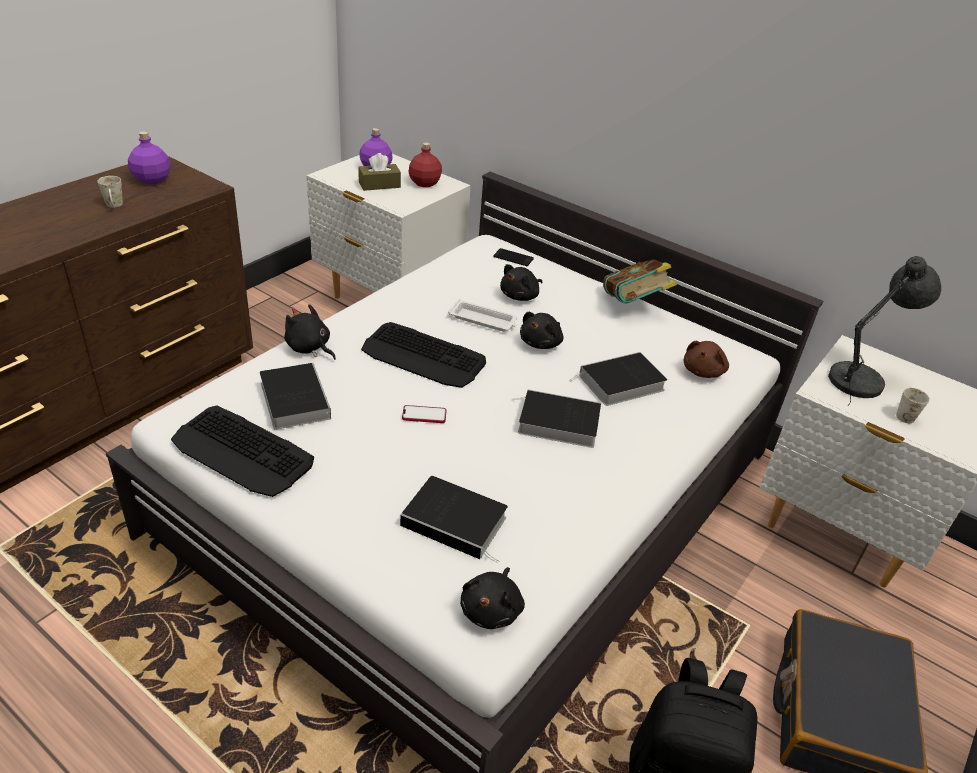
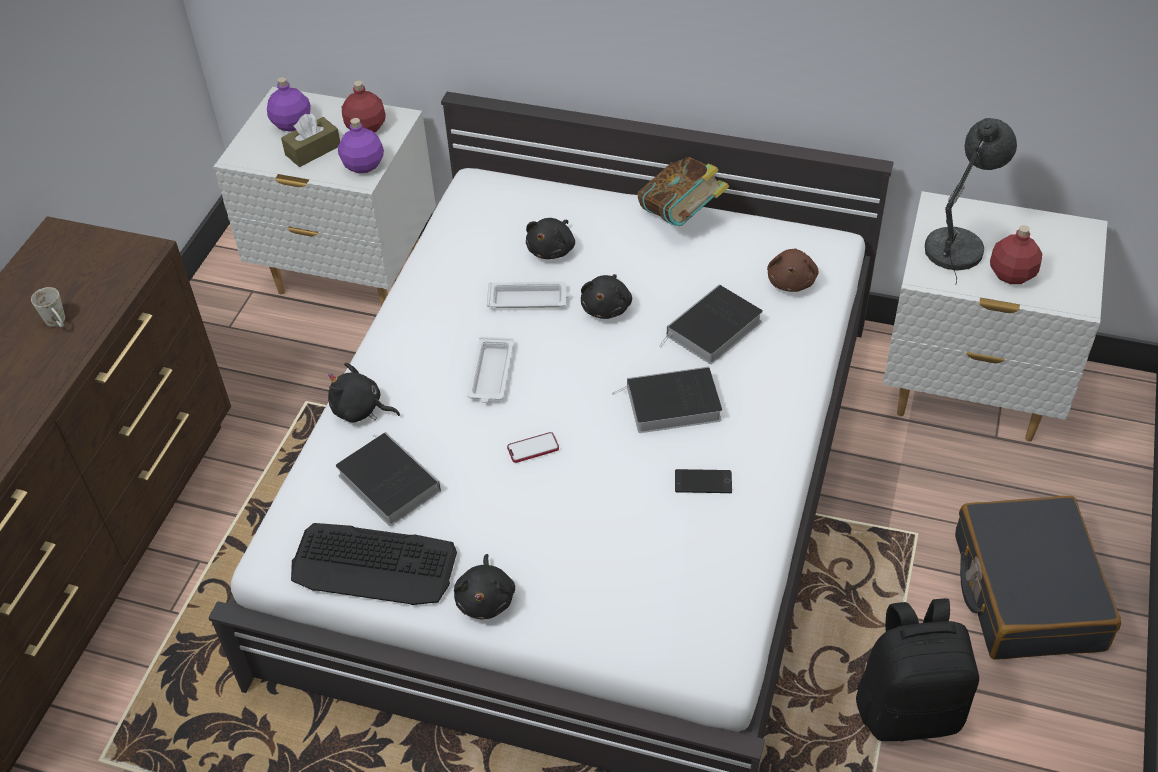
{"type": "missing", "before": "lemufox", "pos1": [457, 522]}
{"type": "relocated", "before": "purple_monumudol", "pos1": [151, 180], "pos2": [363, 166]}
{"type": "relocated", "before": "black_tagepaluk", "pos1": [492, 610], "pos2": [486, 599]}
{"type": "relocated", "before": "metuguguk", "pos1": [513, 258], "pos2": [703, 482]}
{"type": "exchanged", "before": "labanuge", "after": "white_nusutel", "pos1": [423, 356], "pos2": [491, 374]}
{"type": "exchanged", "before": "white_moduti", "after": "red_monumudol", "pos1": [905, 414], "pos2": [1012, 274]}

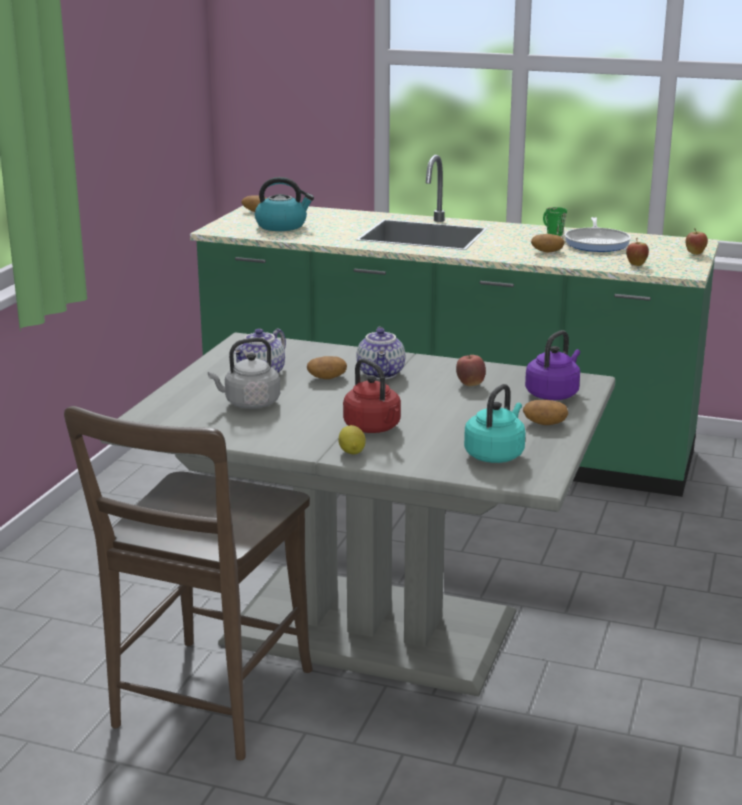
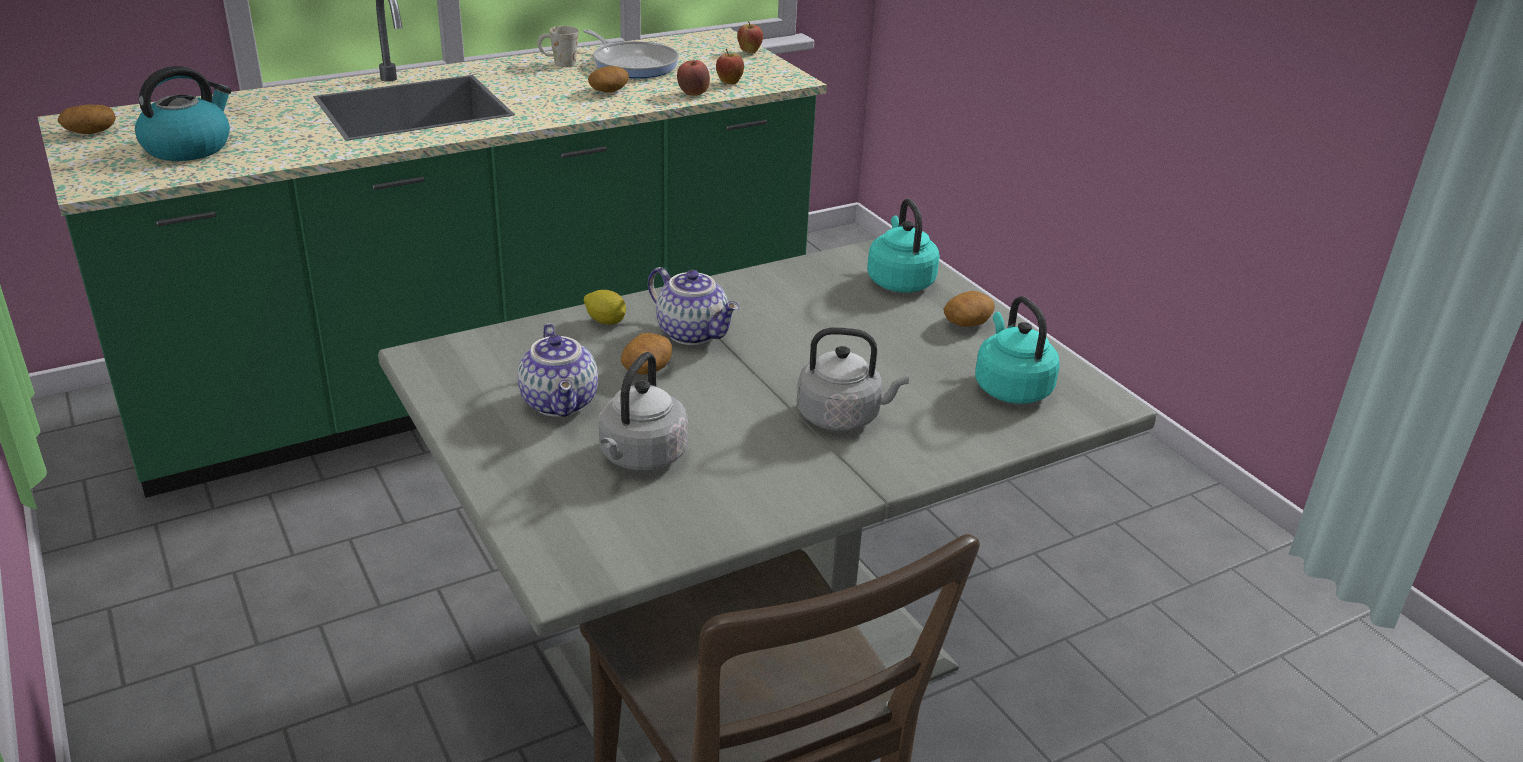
{"type": "relocated", "before": "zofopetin", "pos1": [352, 452], "pos2": [606, 321]}
{"type": "relocated", "before": "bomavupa", "pos1": [470, 384], "pos2": [693, 94]}
{"type": "colour", "before": "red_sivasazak", "after": "grey_sivasazak", "pos1": [374, 428], "pos2": [843, 417]}
{"type": "colour", "before": "purple_sivasazak", "after": "turquoise_sivasazak", "pos1": [553, 394], "pos2": [899, 281]}
{"type": "colour", "before": "green_moduti", "after": "white_moduti", "pos1": [551, 233], "pos2": [558, 63]}

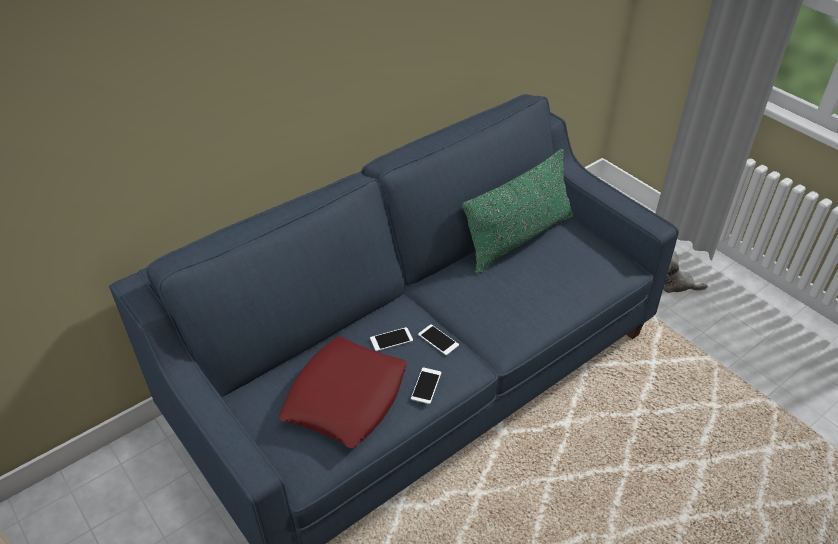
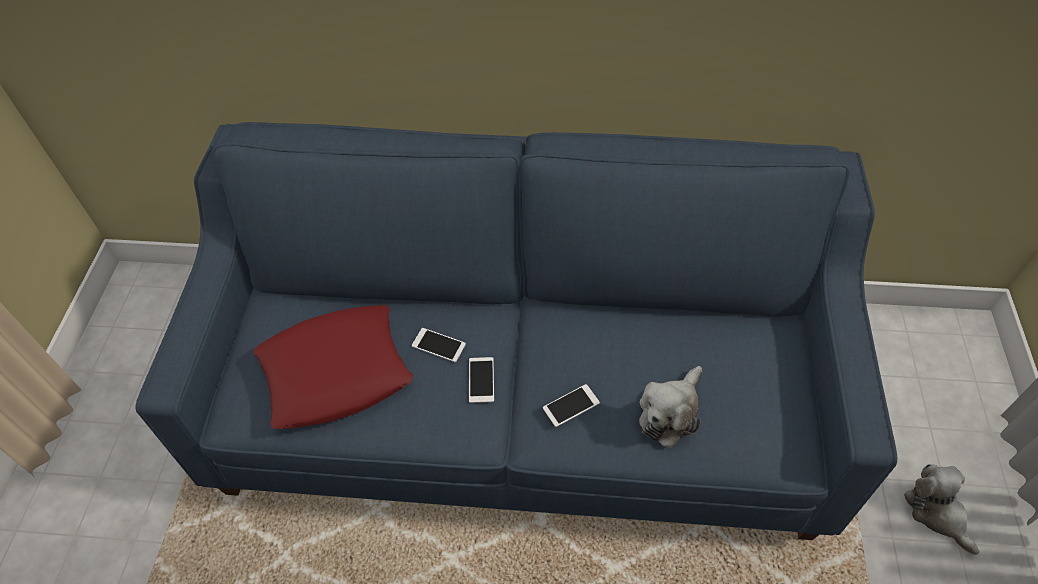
{"type": "missing", "before": "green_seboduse", "pos1": [519, 239]}
{"type": "appeared", "after": "tagepaluk", "pos2": [670, 412]}
{"type": "relocated", "before": "metuguguk", "pos1": [426, 385], "pos2": [571, 405]}

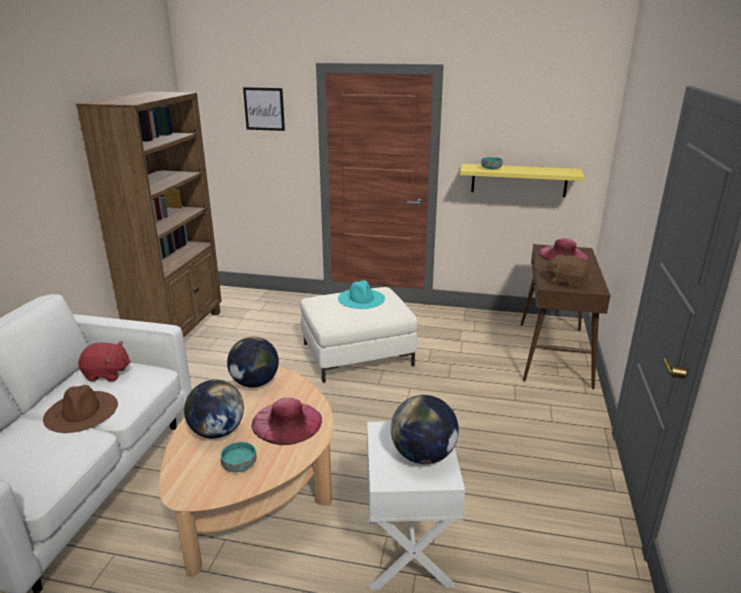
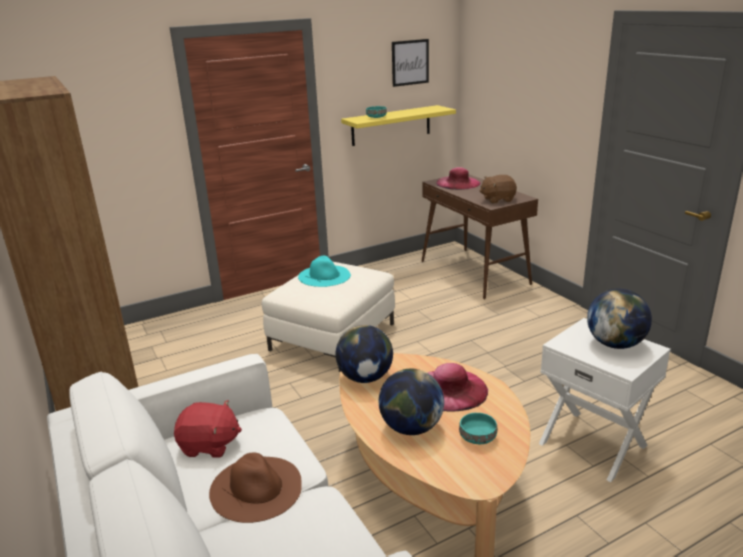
{"type": "relocated", "before": "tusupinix", "pos1": [264, 109], "pos2": [410, 62]}
{"type": "spun", "before": "red_tagepaluk", "pos1": [107, 374], "pos2": [209, 445], "turn": 45}

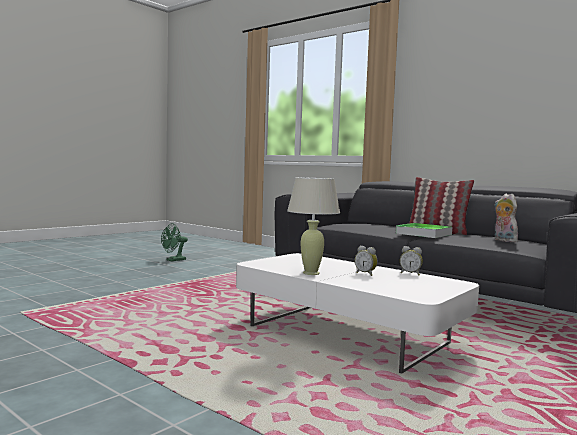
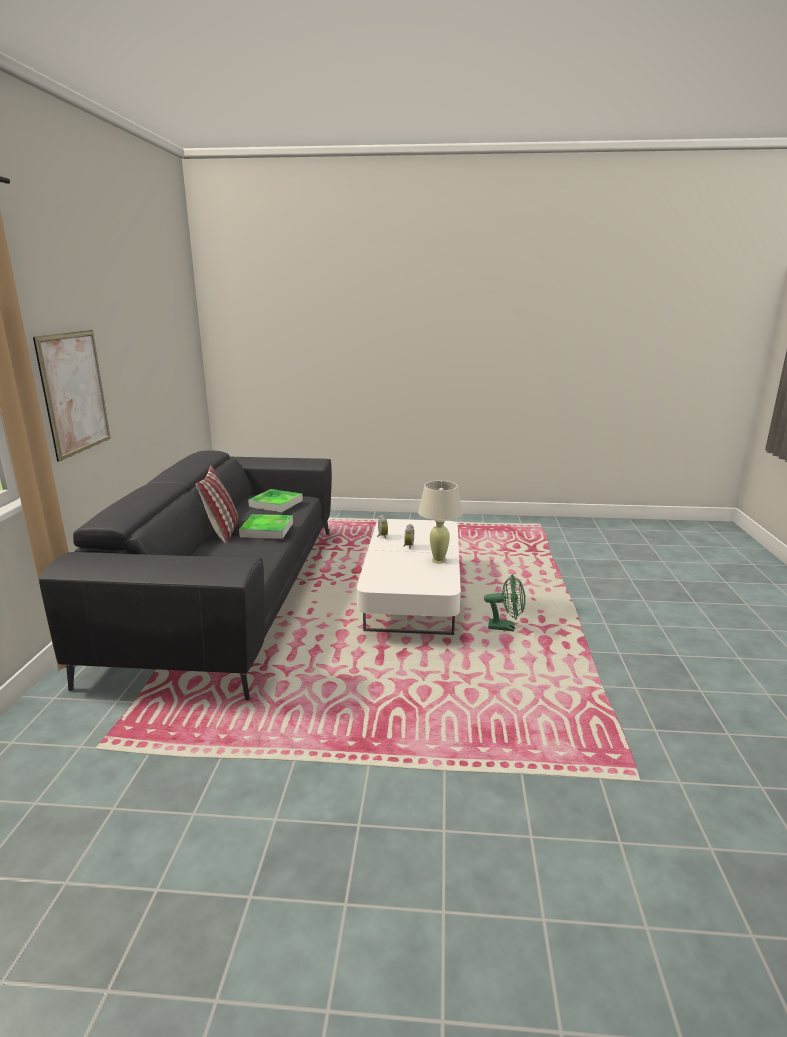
{"type": "appeared", "after": "tusupinix", "pos2": [74, 393]}
{"type": "relocated", "before": "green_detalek", "pos1": [173, 260], "pos2": [506, 627]}
{"type": "exchanged", "before": "tagepaluk", "after": "nusutel", "pos1": [503, 240], "pos2": [276, 503]}

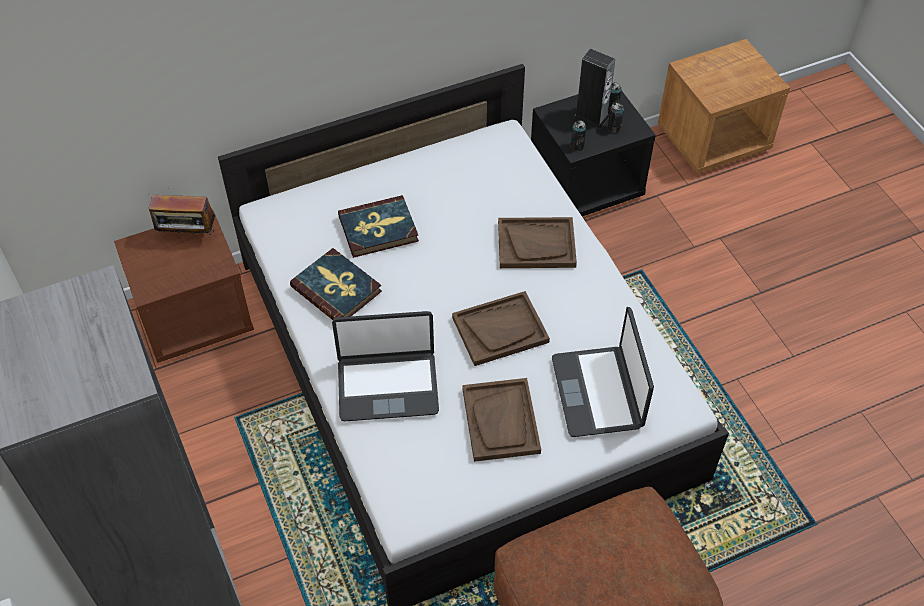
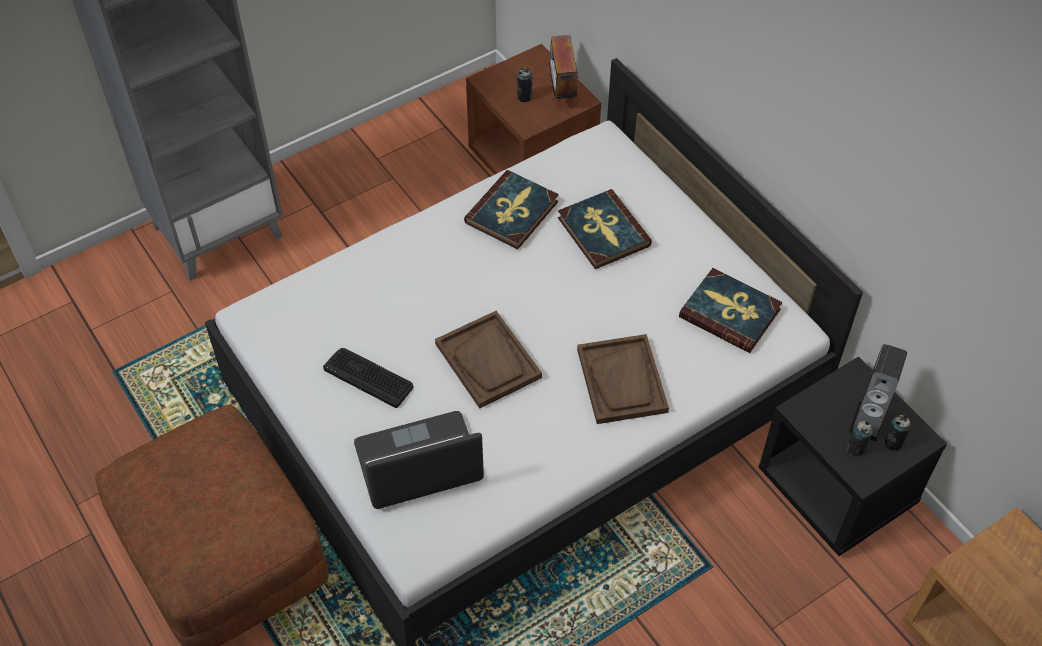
{"type": "missing", "before": "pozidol", "pos1": [387, 386]}
{"type": "appeared", "after": "lemufox", "pos2": [730, 313]}
{"type": "relocated", "before": "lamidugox", "pos1": [577, 146], "pos2": [524, 97]}
{"type": "exchanged", "before": "brown_nusutel", "after": "labanuge", "pos1": [501, 421], "pos2": [368, 377]}

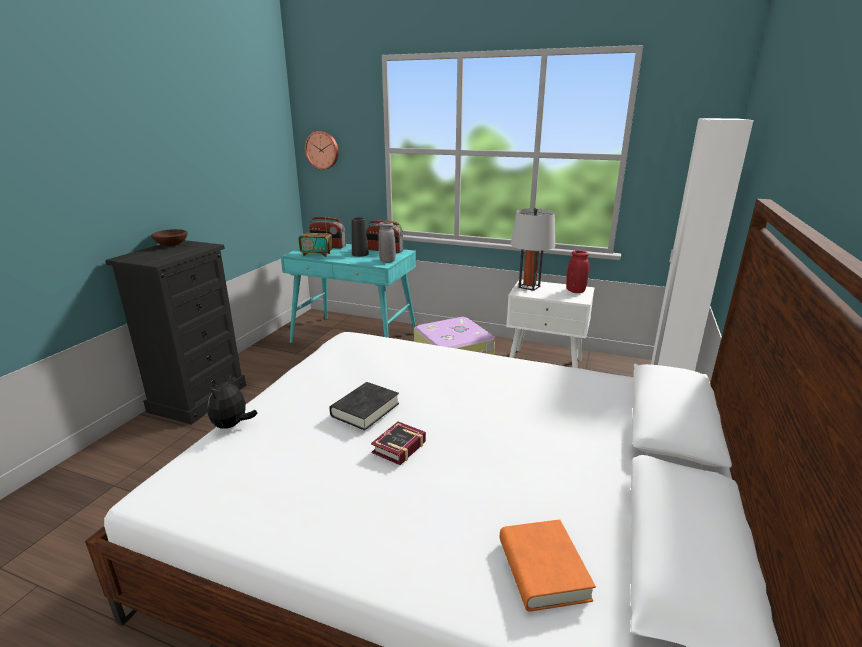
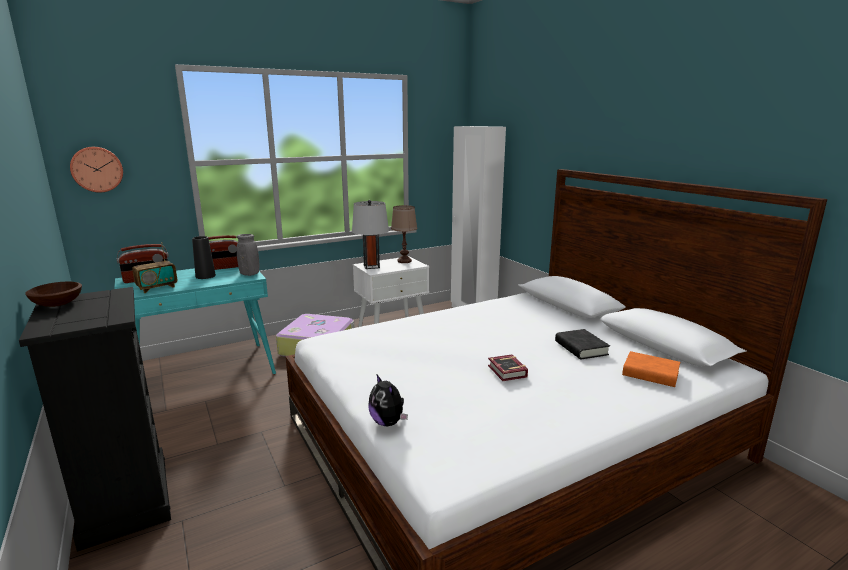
{"type": "relocated", "before": "black_lemufox", "pos1": [365, 410], "pos2": [581, 348]}
{"type": "exchanged", "before": "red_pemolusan", "after": "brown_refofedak", "pos1": [575, 291], "pos2": [404, 261]}

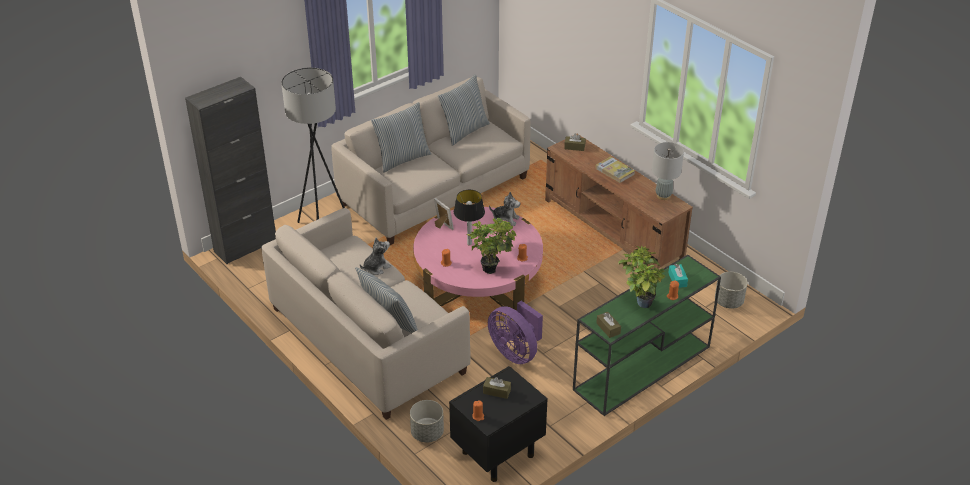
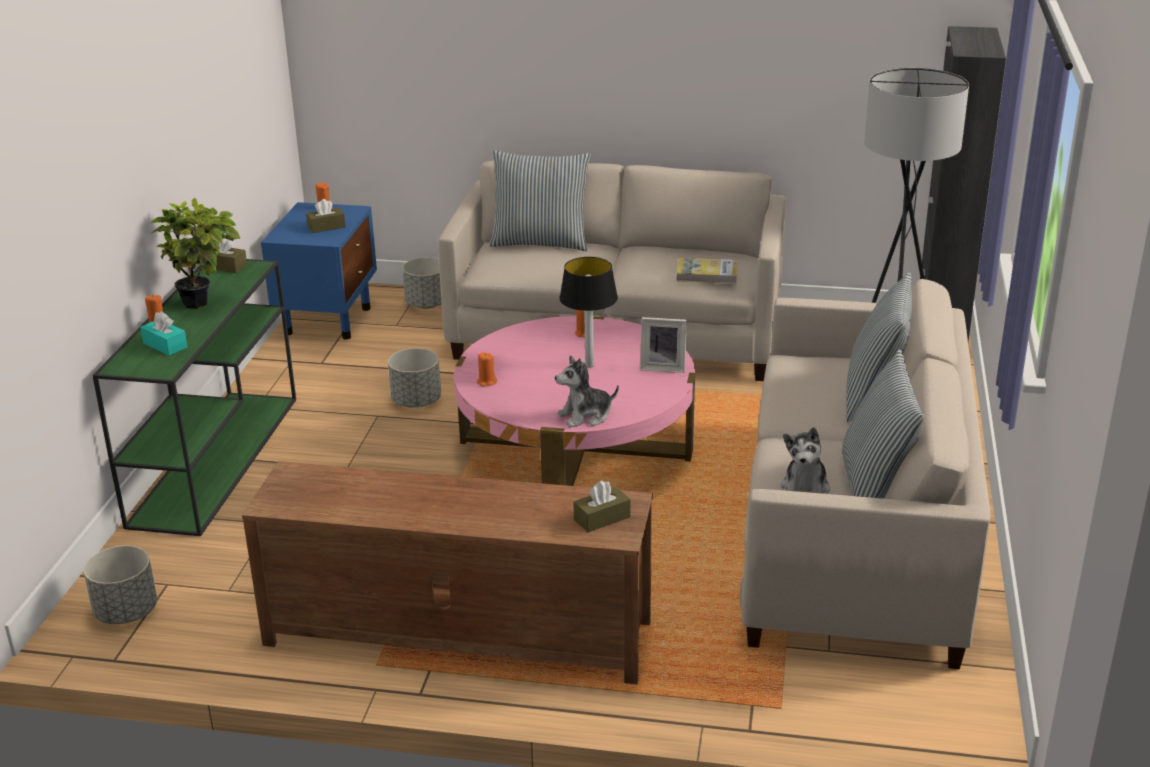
{"type": "missing", "before": "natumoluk", "pos1": [492, 268]}
{"type": "missing", "before": "grey_refofedak", "pos1": [663, 195]}
{"type": "relocated", "before": "tagepaluk", "pos1": [376, 268], "pos2": [805, 489]}
{"type": "relocated", "before": "lemufox", "pos1": [614, 171], "pos2": [707, 274]}
{"type": "exchanged", "before": "purple_detalek", "after": "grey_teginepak", "pos1": [515, 352], "pos2": [416, 401]}
{"type": "colour", "before": "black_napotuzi", "after": "blue_napotuzi", "pos1": [497, 454], "pos2": [328, 320]}

